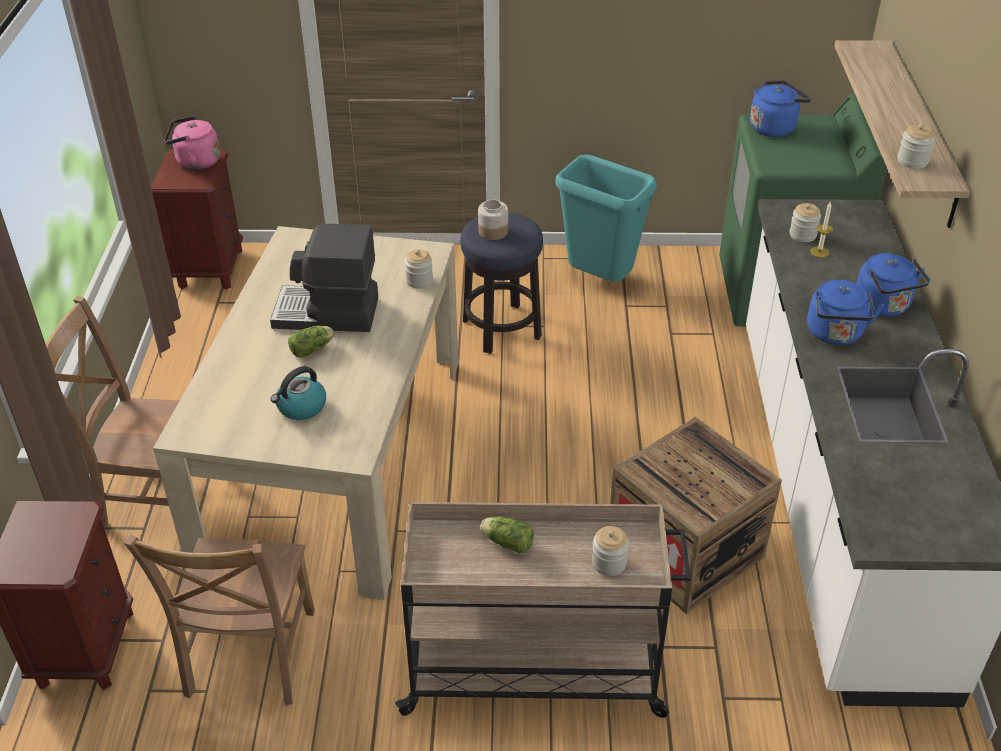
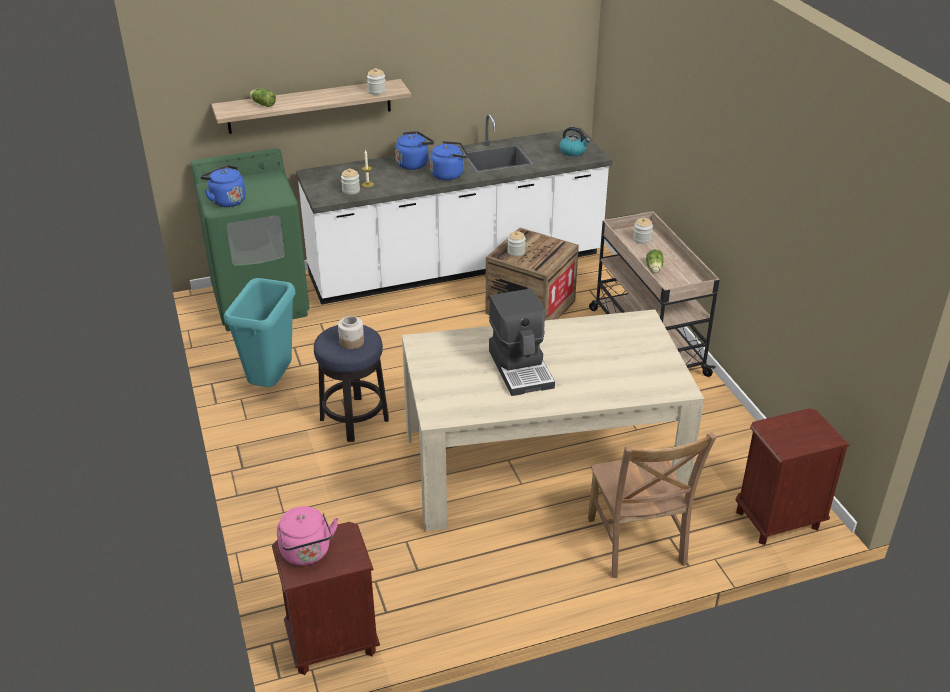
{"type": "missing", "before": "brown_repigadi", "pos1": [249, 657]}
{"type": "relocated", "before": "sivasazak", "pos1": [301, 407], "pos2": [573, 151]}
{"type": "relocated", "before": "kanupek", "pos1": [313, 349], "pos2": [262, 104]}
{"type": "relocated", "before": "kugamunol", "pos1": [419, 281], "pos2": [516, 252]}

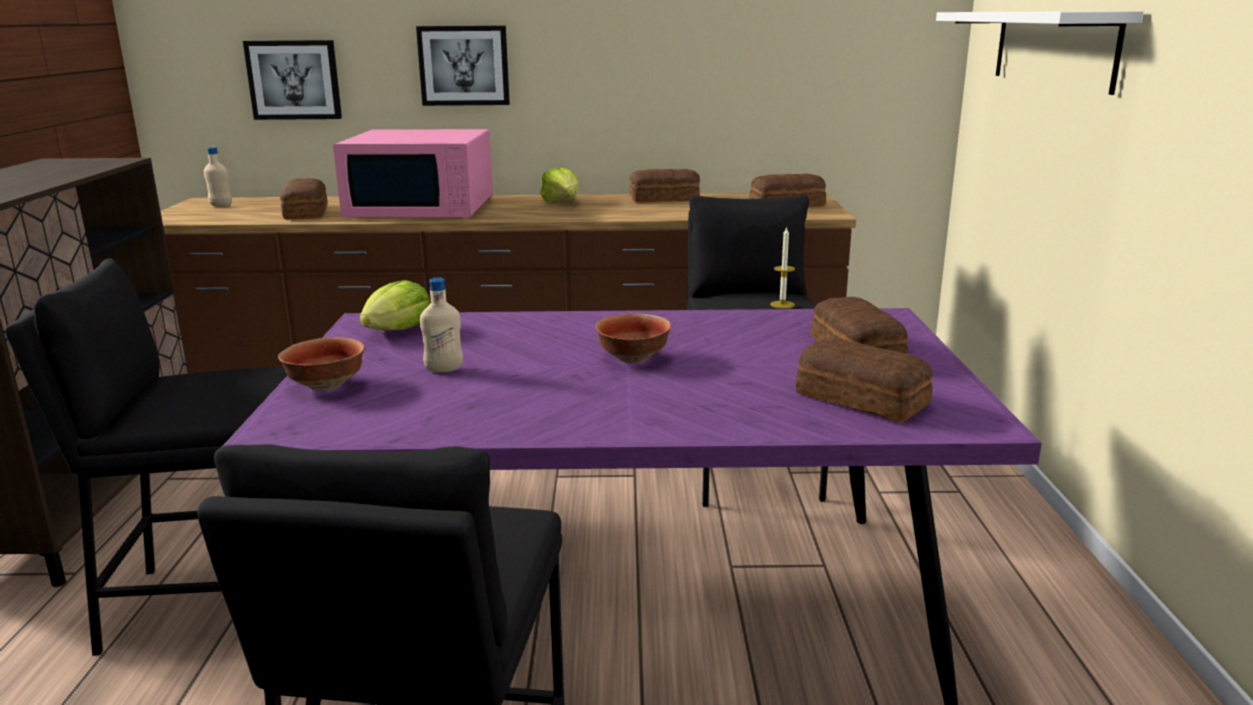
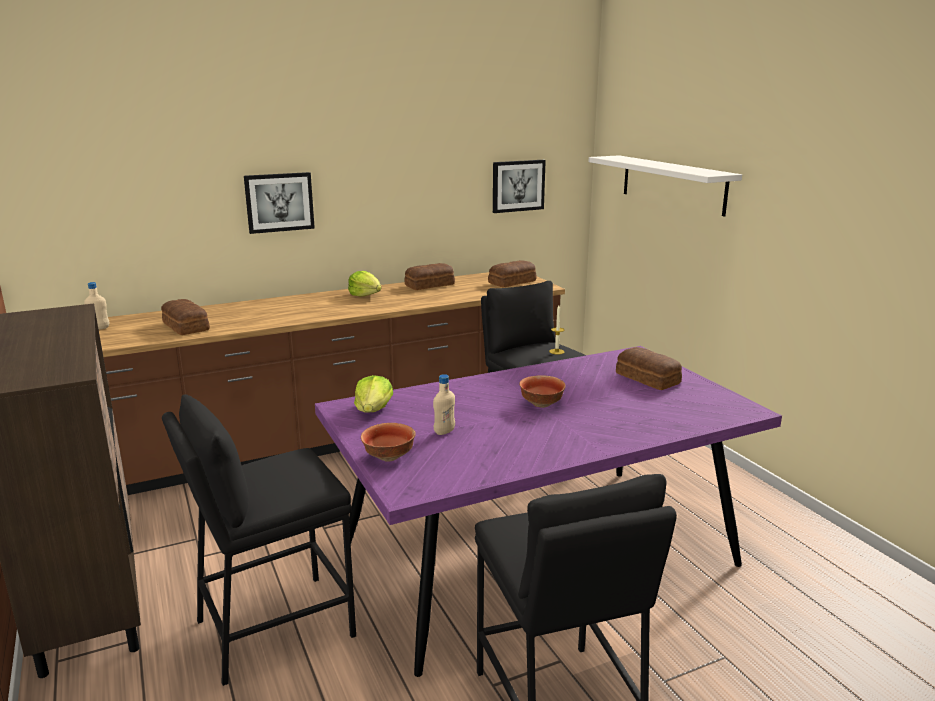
{"type": "missing", "before": "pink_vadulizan", "pos1": [423, 208]}
{"type": "missing", "before": "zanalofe", "pos1": [860, 398]}
{"type": "relocated", "before": "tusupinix", "pos1": [294, 80], "pos2": [518, 185]}

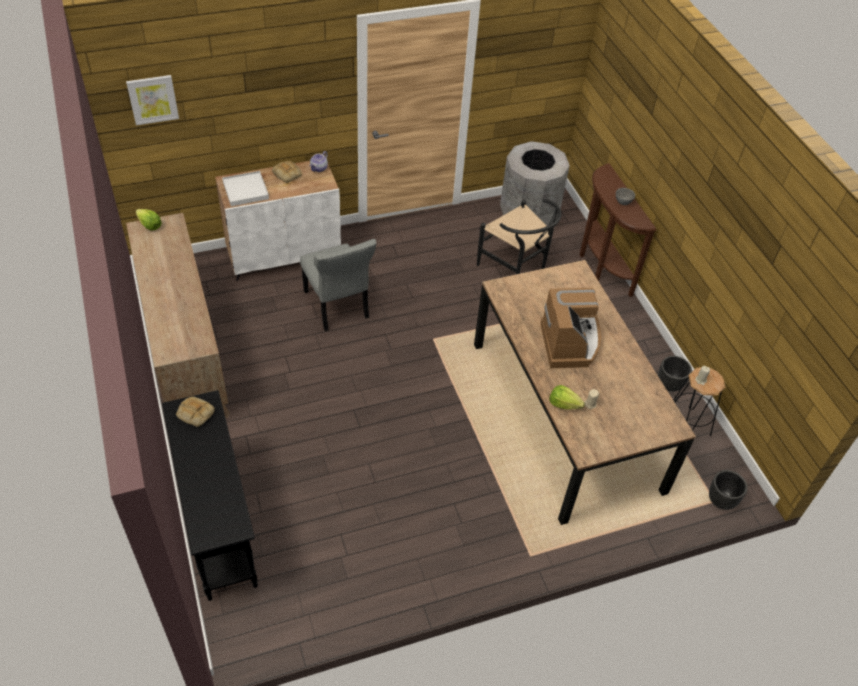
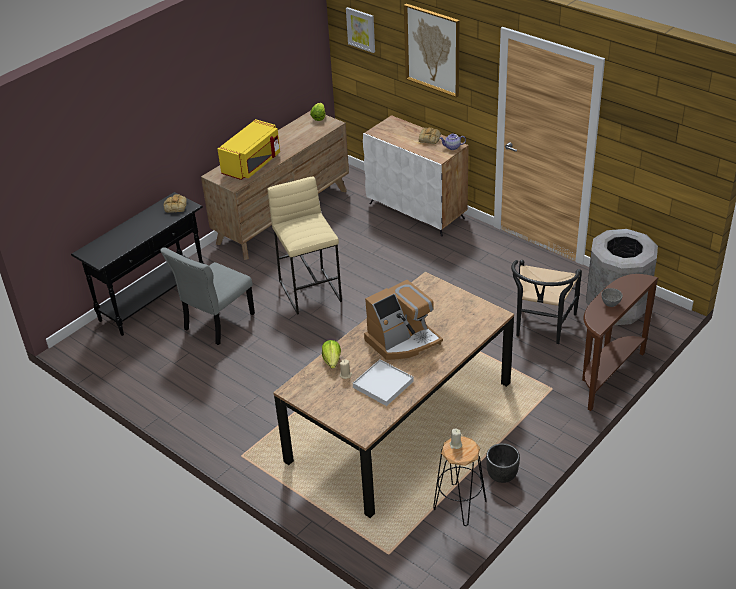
{"type": "missing", "before": "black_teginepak", "pos1": [721, 500]}
{"type": "appeared", "after": "yellow_vadulizan", "pos2": [253, 164]}
{"type": "appeared", "after": "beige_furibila", "pos2": [311, 291]}
{"type": "appeared", "after": "tusupinix", "pos2": [432, 50]}
{"type": "relocated", "before": "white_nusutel", "pos1": [246, 190], "pos2": [383, 384]}
{"type": "relocated", "before": "grey_repigadi", "pos1": [337, 307], "pos2": [217, 323]}

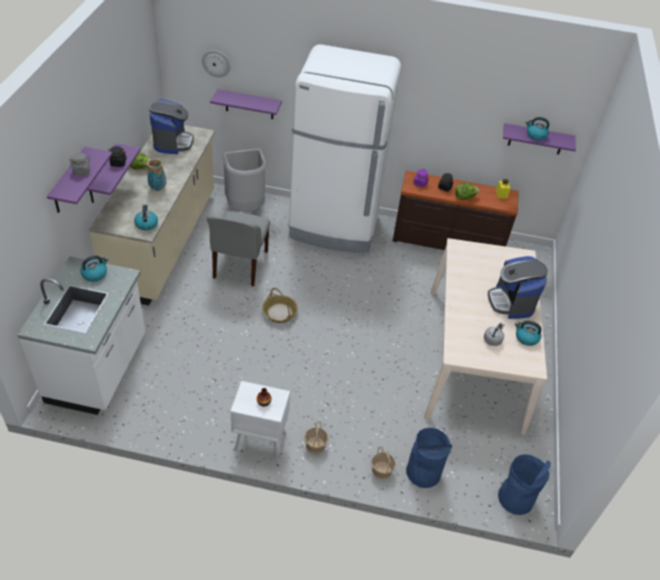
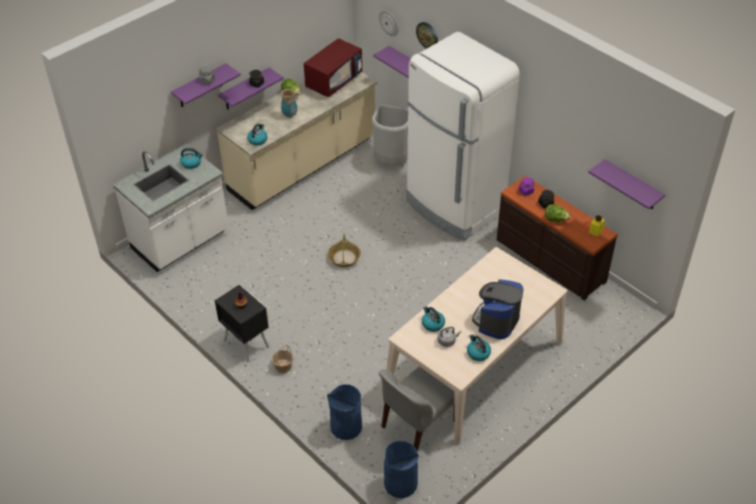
{"type": "missing", "before": "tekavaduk", "pos1": [381, 471]}
{"type": "appeared", "after": "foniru", "pos2": [427, 35]}
{"type": "relocated", "before": "grey_repigadi", "pos1": [240, 265], "pos2": [417, 425]}
{"type": "relocated", "before": "sivasazak", "pos1": [536, 135], "pos2": [432, 324]}
{"type": "exchanged", "before": "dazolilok", "after": "red_vadulizan", "pos1": [172, 142], "pos2": [334, 81]}
{"type": "colour", "before": "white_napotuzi", "after": "black_napotuzi", "pos1": [259, 441], "pos2": [246, 343]}

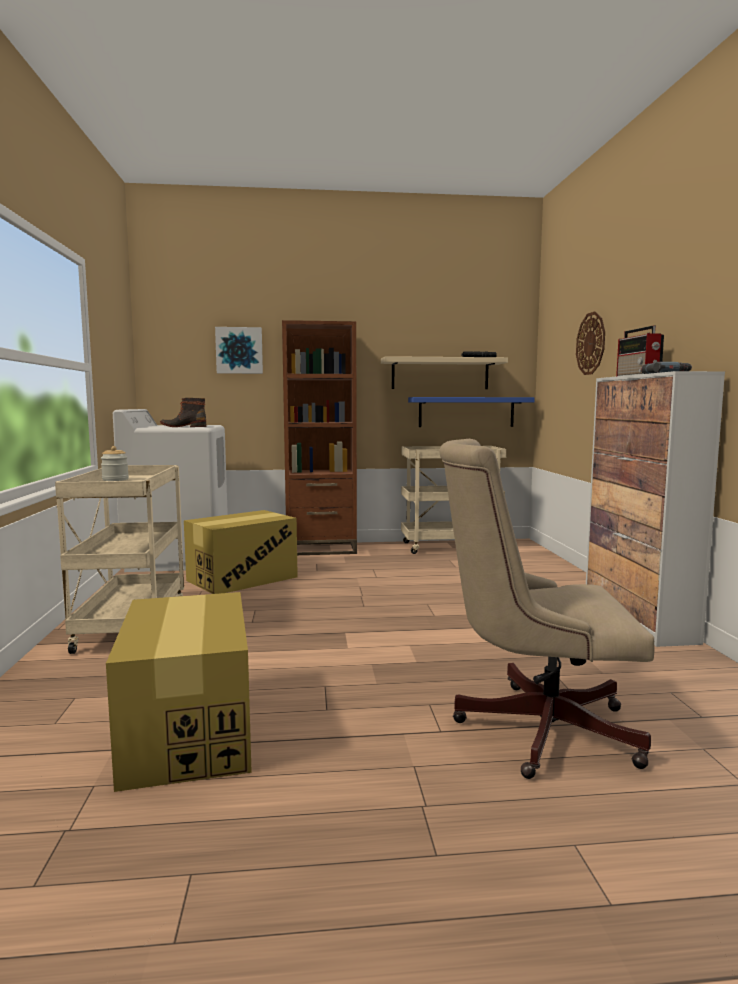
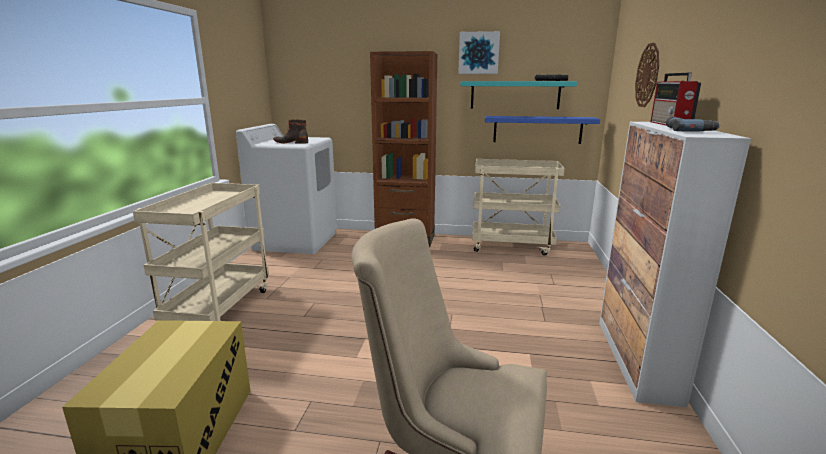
{"type": "missing", "before": "kugamunol", "pos1": [115, 480]}
{"type": "missing", "before": "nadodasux", "pos1": [242, 579]}
{"type": "relocated", "before": "tusupinix", "pos1": [239, 350], "pos2": [478, 53]}
{"type": "colour", "before": "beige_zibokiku", "after": "turquoise_zibokiku", "pos1": [440, 374], "pos2": [515, 95]}

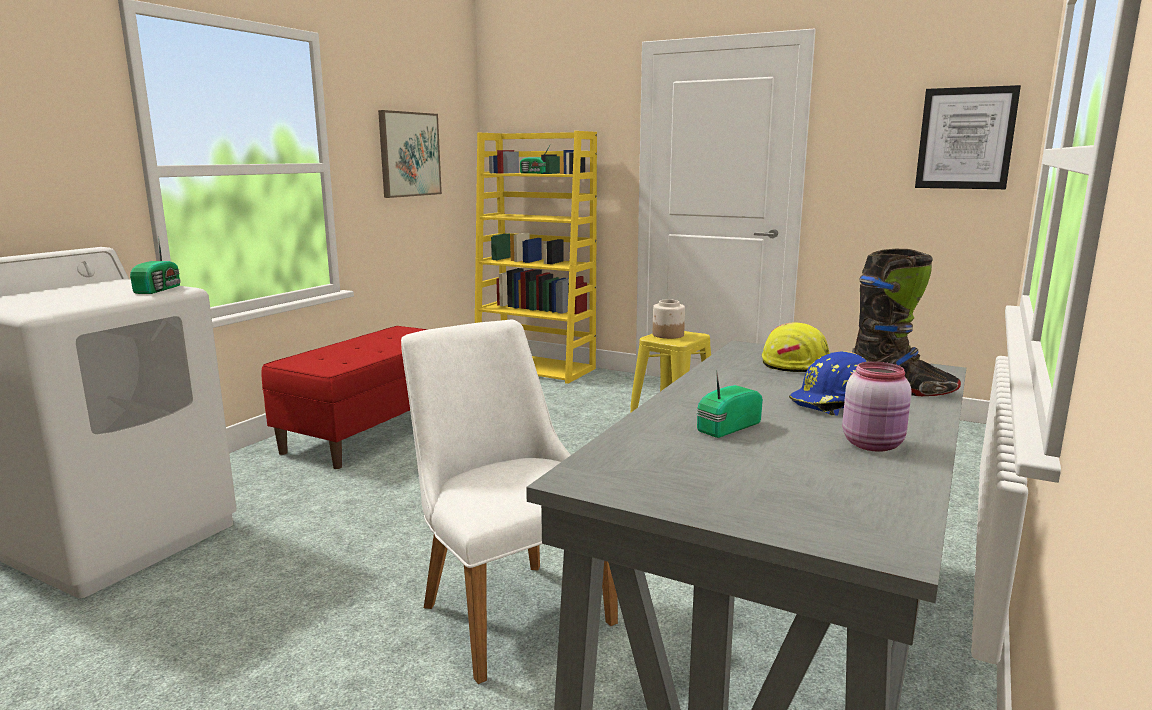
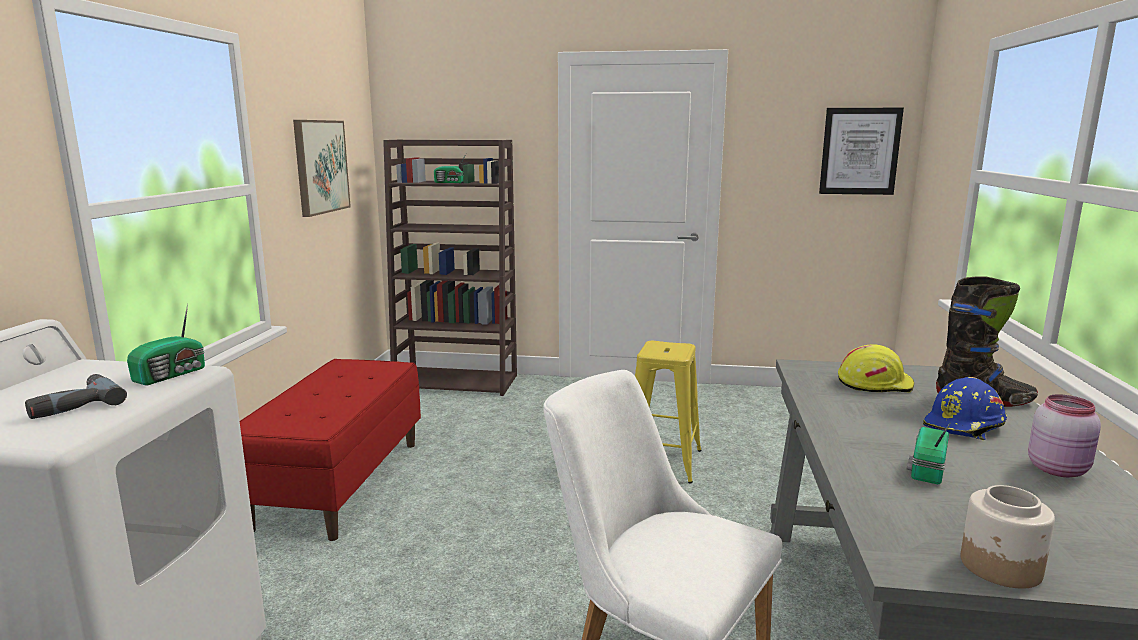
{"type": "appeared", "after": "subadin", "pos2": [74, 405]}
{"type": "relocated", "before": "kugamunol", "pos1": [668, 335], "pos2": [1001, 567]}
{"type": "colour", "before": "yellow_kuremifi", "after": "brown_kuremifi", "pos1": [536, 368], "pos2": [457, 382]}
{"type": "spun", "before": "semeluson", "pos1": [160, 289], "pos2": [172, 375], "turn": 45}

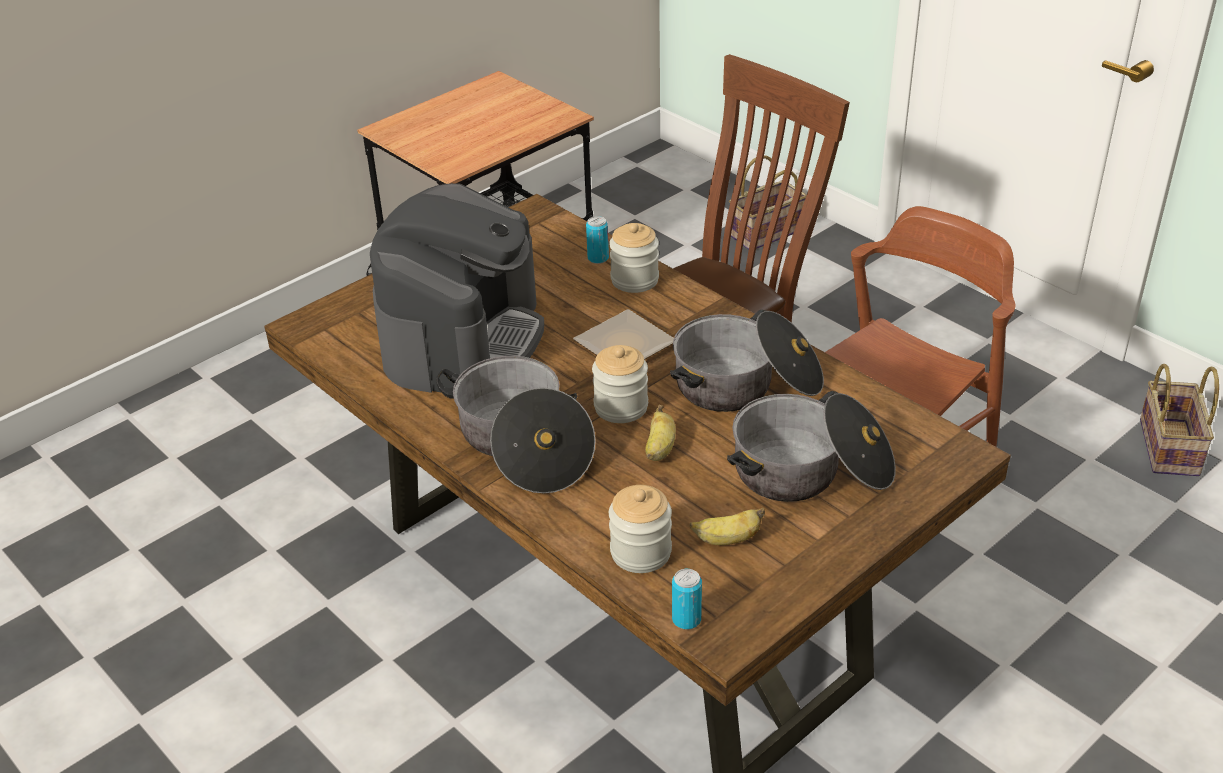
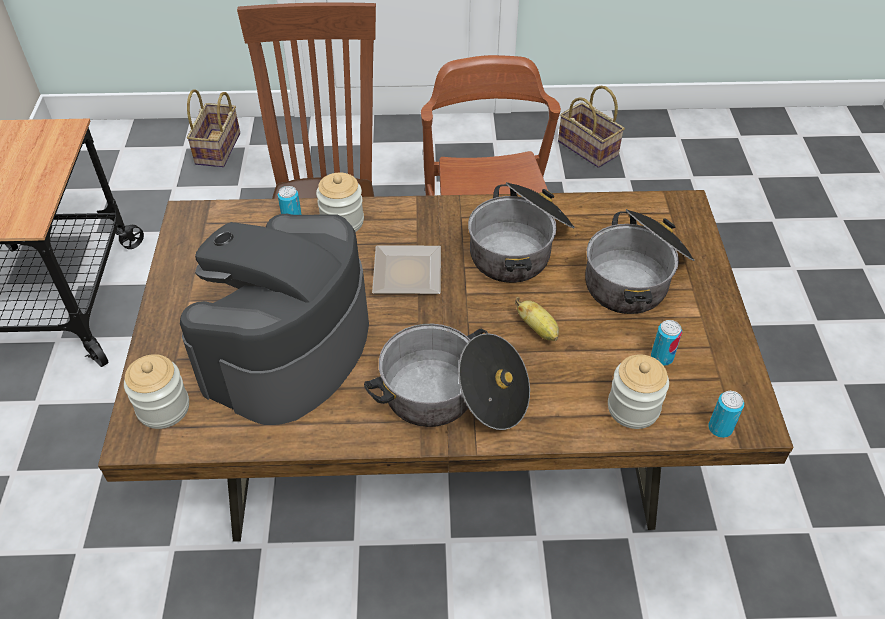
{"type": "relocated", "before": "kugamunol", "pos1": [621, 407], "pos2": [163, 408]}
{"type": "exchanged", "before": "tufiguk", "after": "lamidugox", "pos1": [727, 540], "pos2": [662, 357]}
{"type": "spun", "before": "dazolilok", "pos1": [463, 337], "pos2": [286, 350], "turn": -120}

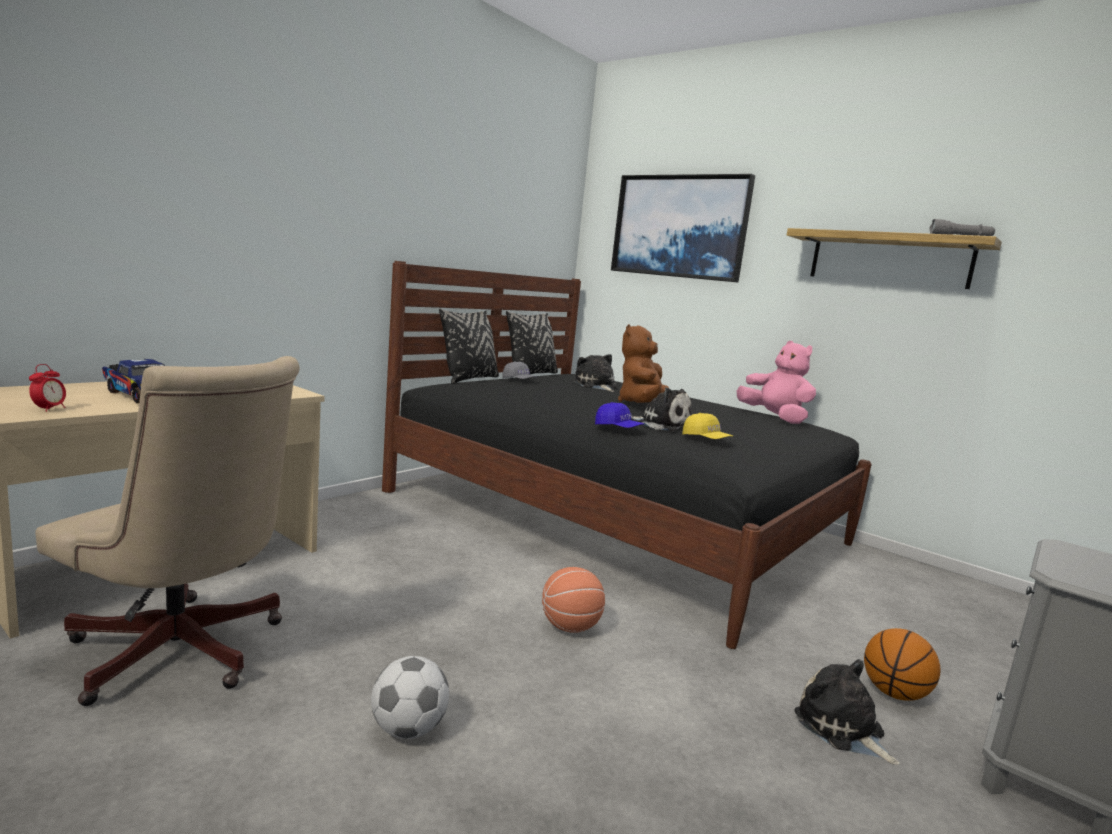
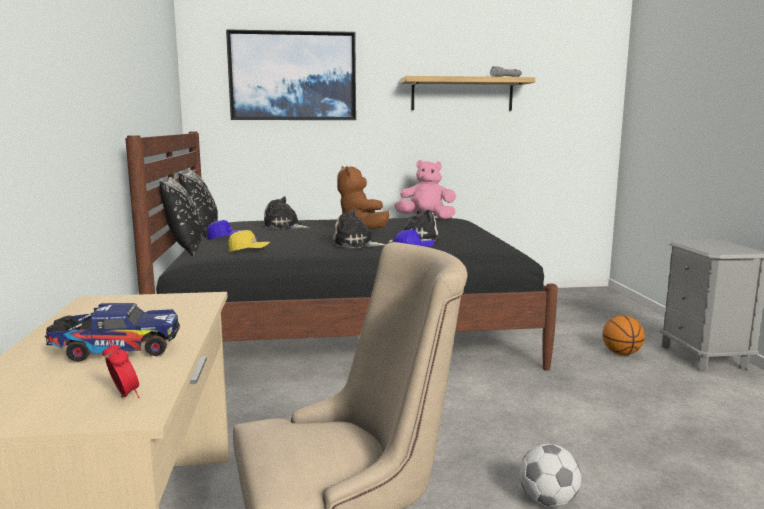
{"type": "missing", "before": "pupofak", "pos1": [570, 627]}
{"type": "relocated", "before": "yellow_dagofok", "pos1": [706, 440], "pos2": [249, 251]}
{"type": "relocated", "before": "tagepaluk", "pos1": [842, 729], "pos2": [356, 244]}
{"type": "colour", "before": "grey_dagofok", "after": "blue_dagofok", "pos1": [519, 381], "pos2": [225, 238]}

